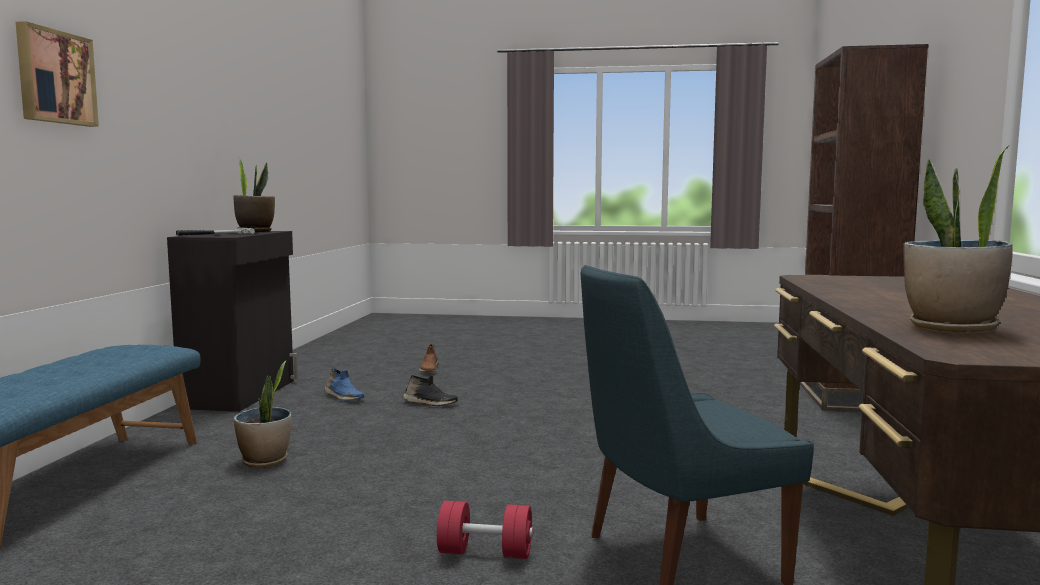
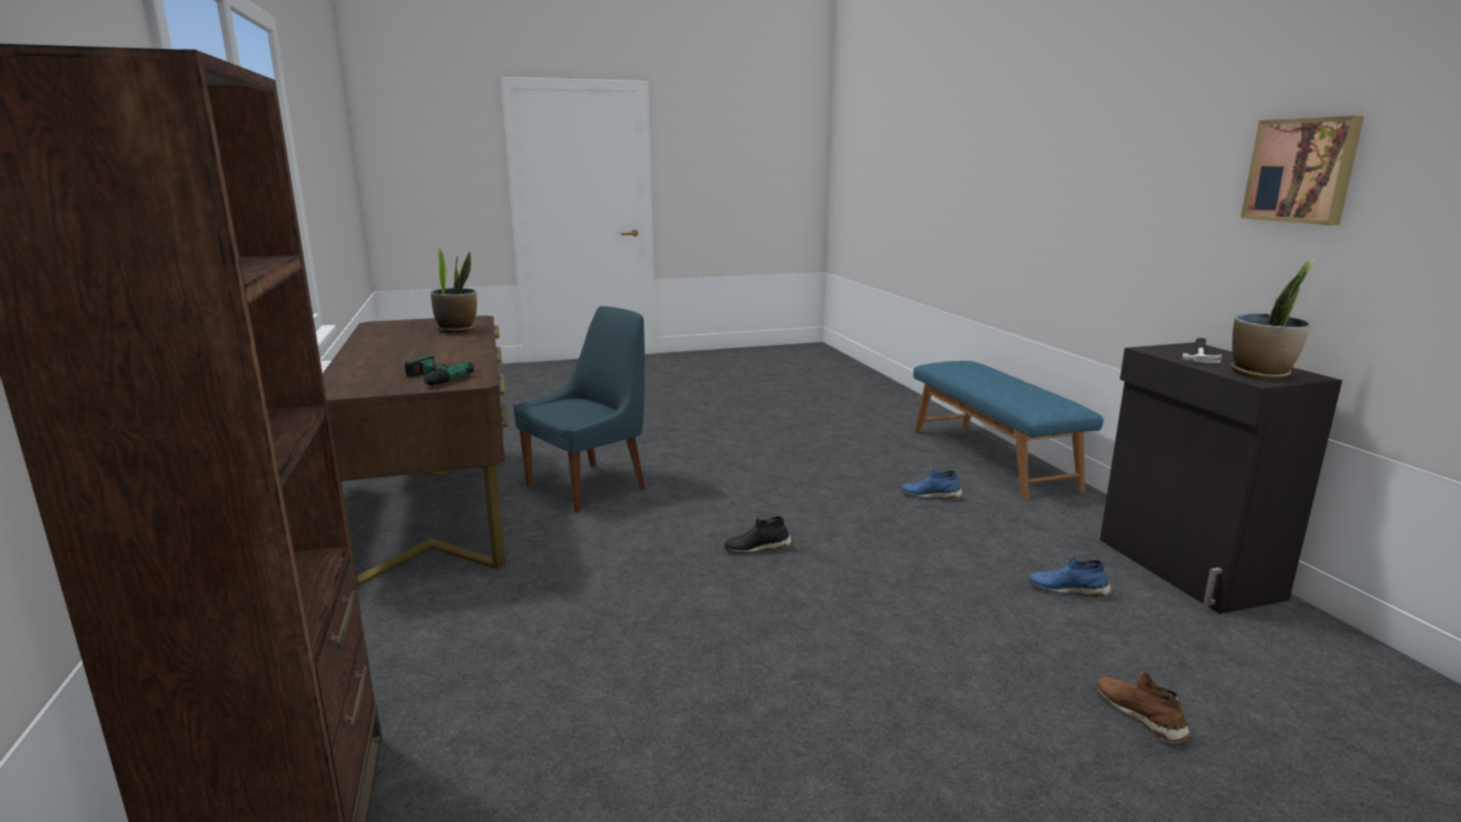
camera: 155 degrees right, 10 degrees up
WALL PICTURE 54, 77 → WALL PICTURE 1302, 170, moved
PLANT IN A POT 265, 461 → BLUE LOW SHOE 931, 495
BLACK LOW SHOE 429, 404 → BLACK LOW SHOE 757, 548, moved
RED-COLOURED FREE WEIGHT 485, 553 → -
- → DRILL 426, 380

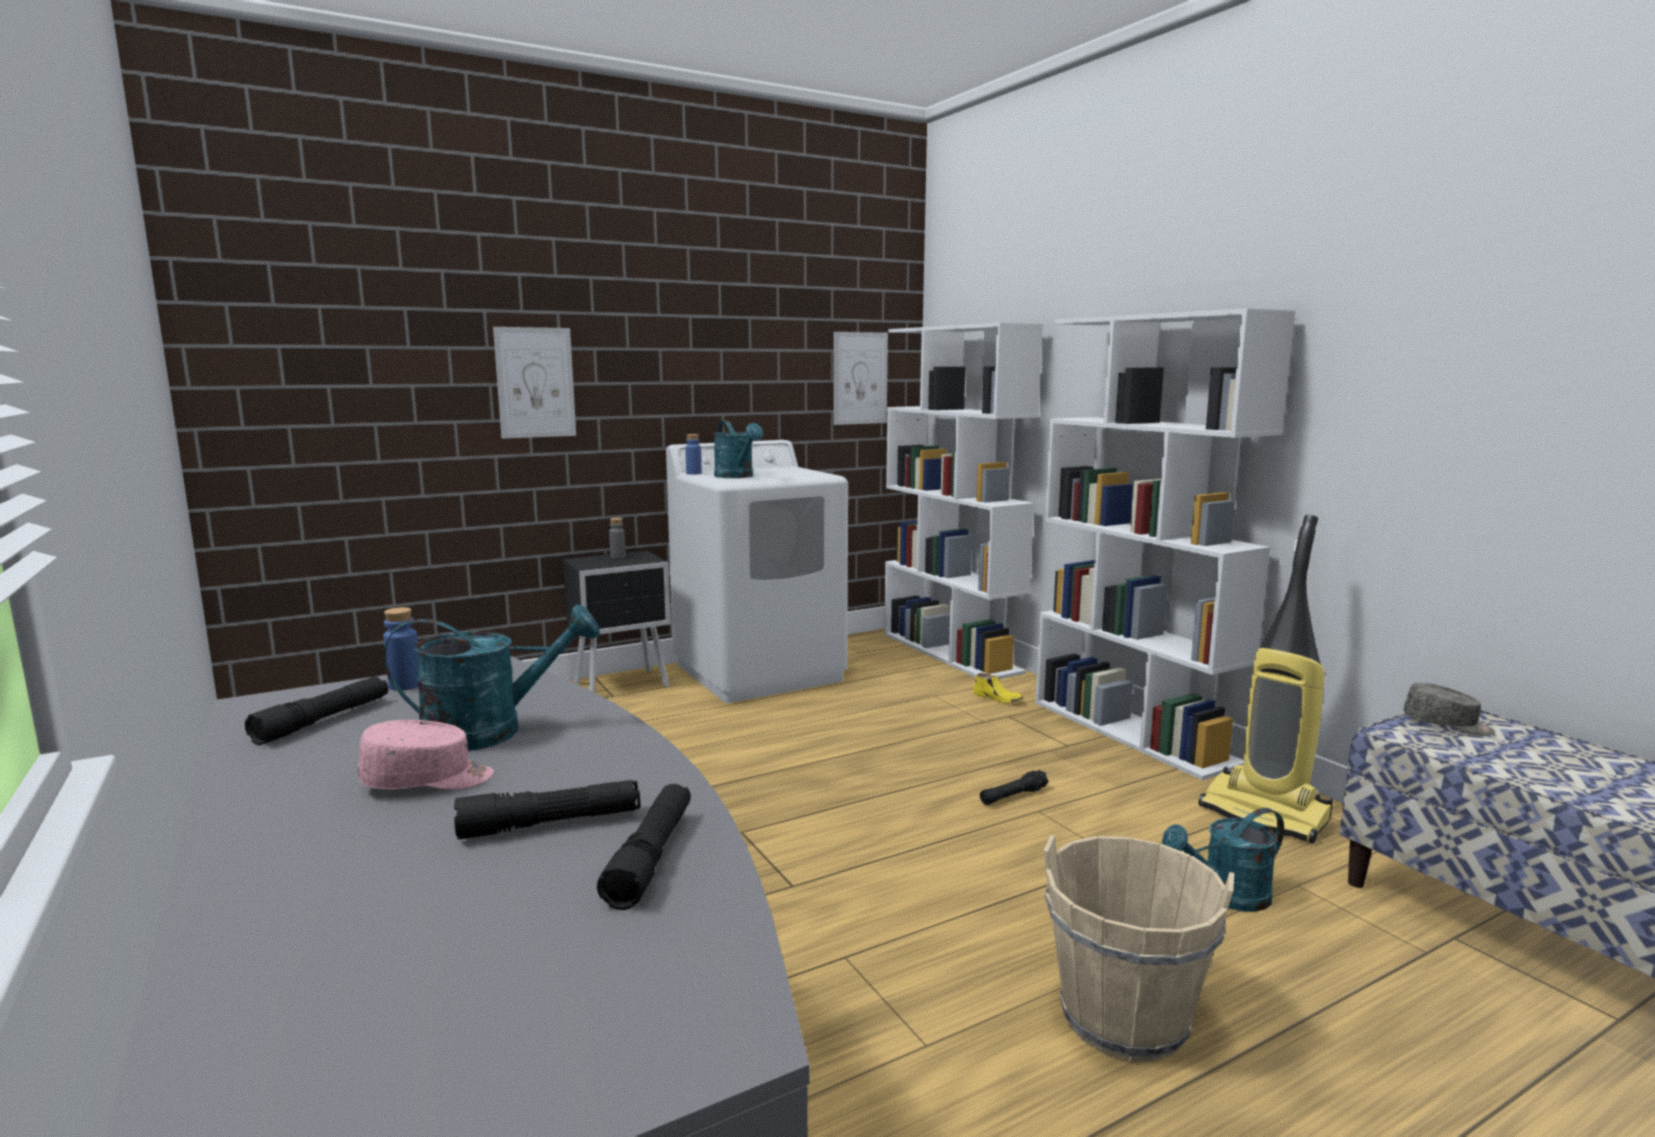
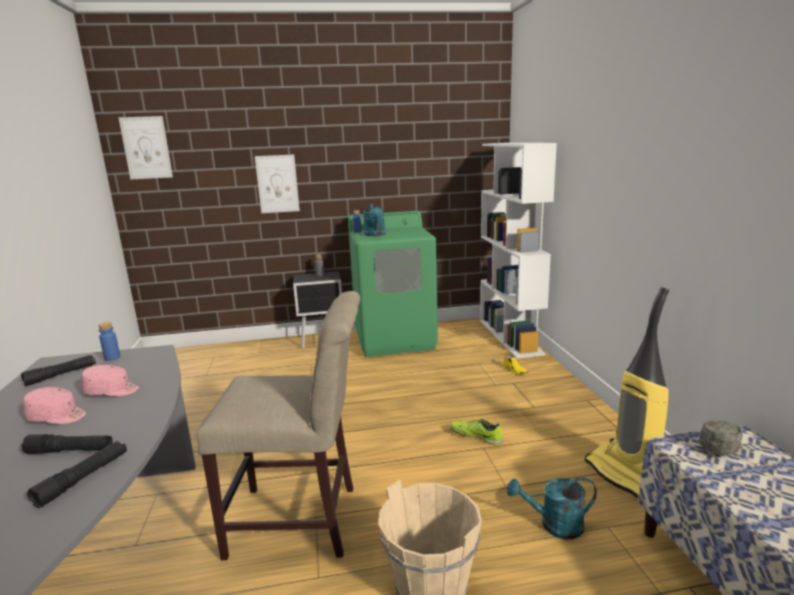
camera: 20 degrees right, 5 degrees up
TURQUOISE-COLOURED WATERING CAN 491, 731 → PINK BASEBALL CAP 112, 391
WHITE-COLOURED WASHING MACHINE 759, 672 → GREEN WASHING MACHINE 395, 339
WALL PICTURE 860, 378 → WALL PICTURE 146, 148, moved
BLACK HAND TORCH 1013, 796 → LOW SHOE 475, 436
WHITE-COLOURED SHELVING UNIT 1134, 732 → -
GREYISH BASEBALL CAP 1447, 725 → GREYISH BASEBALL CAP 721, 445, 90 degrees counterclockwise
- → BEIGE-COLOURED CHAIR 301, 521

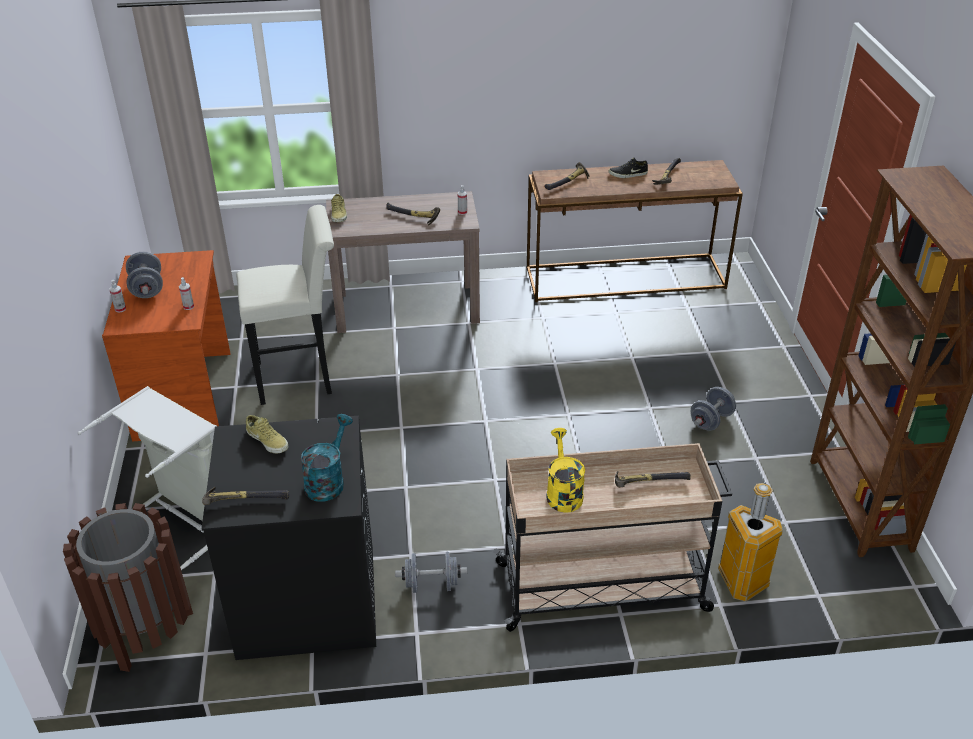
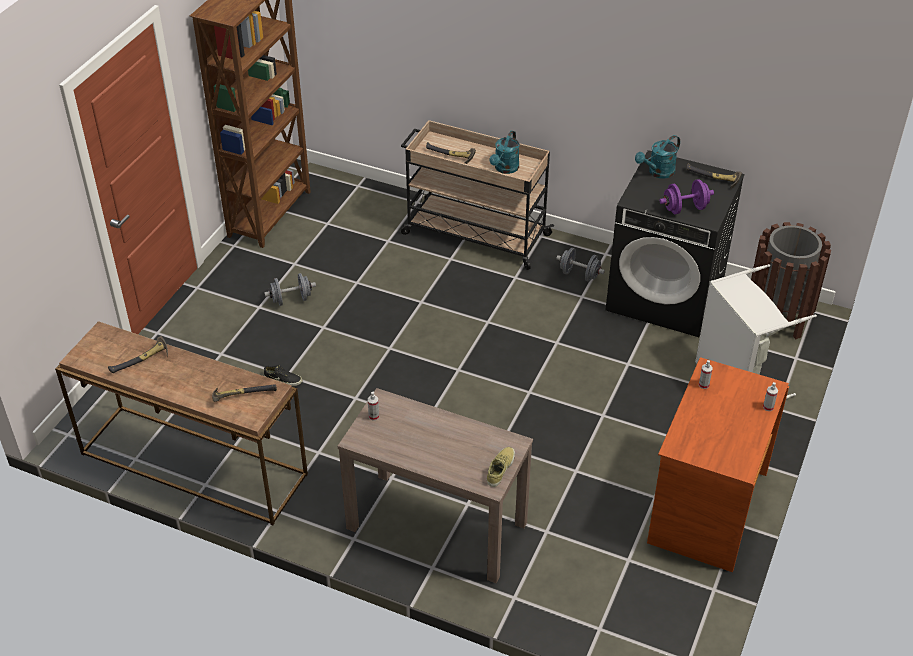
camera: 150 degrees left, 5 degrees up
GREYISH FREE WEIGHT 147, 289 → -
WHITE-COLOURED STOOL 300, 377 → -
BEIGE-COLOURED LOW SHOE 268, 440 → PURPLE-COLOURED FREE WEIGHT 685, 208
HAMMER 413, 217 → -
YELLOW WATERING CAN 563, 492 → TURQUOISE-COLOURED WATERING CAN 505, 169
BLACK LOW SHOE 628, 174 → BLACK LOW SHOE 283, 379, moved
RUBBISH BIN 741, 582 → -

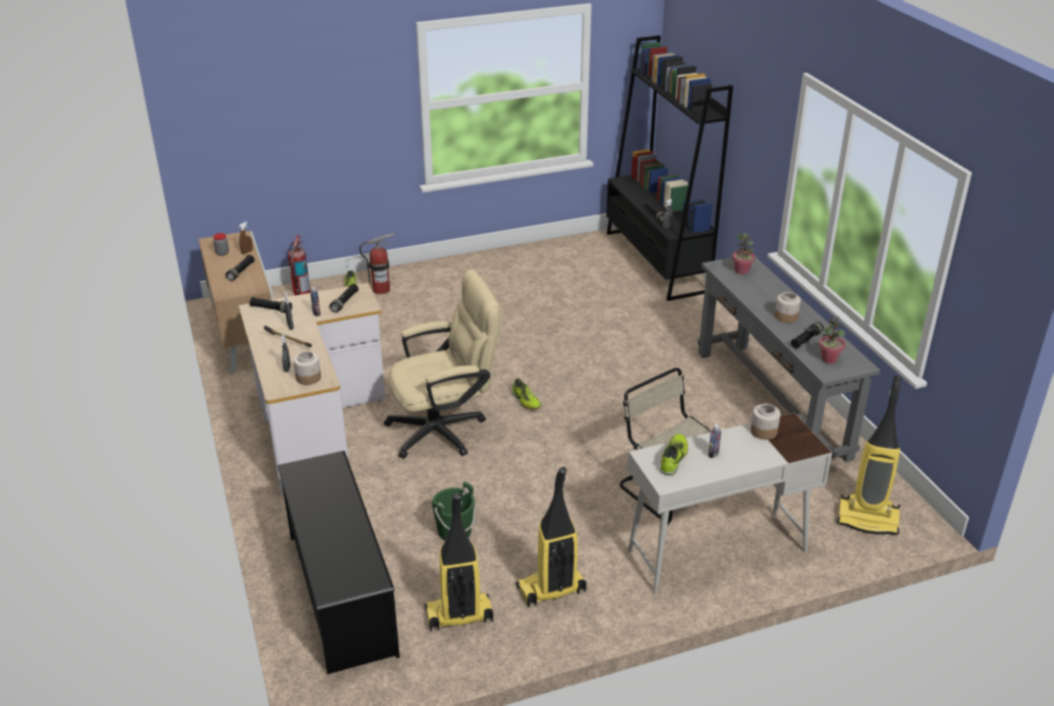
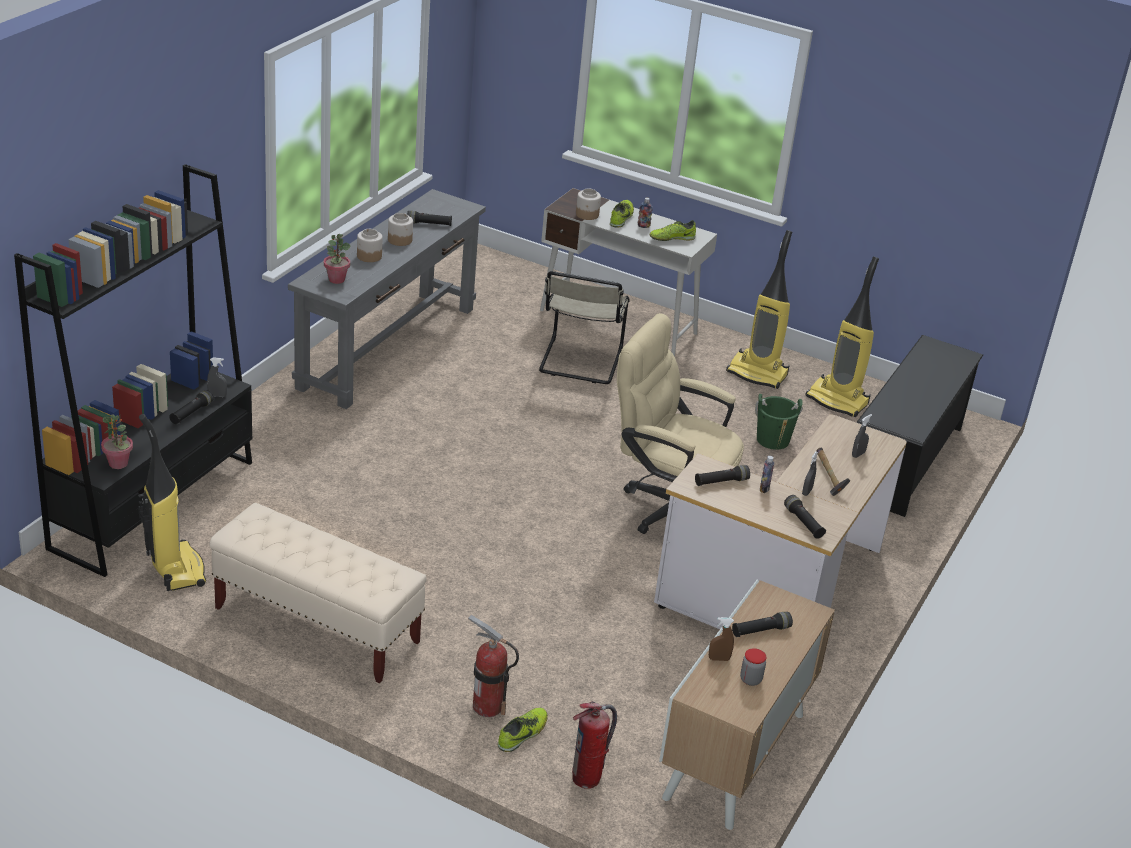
camera: 135 degrees left, 0 degrees up
JAR 309, 378 → JAR 369, 256, moved
LOW SHOE 526, 401 → LOW SHOE 621, 218, moved
PLANT IN A POT 829, 359 → PLANT IN A POT 118, 463, moved
VACUUM 868, 519 → VACUUM 175, 569, moved
- → BEIGE-COLOURED BENCH 316, 625

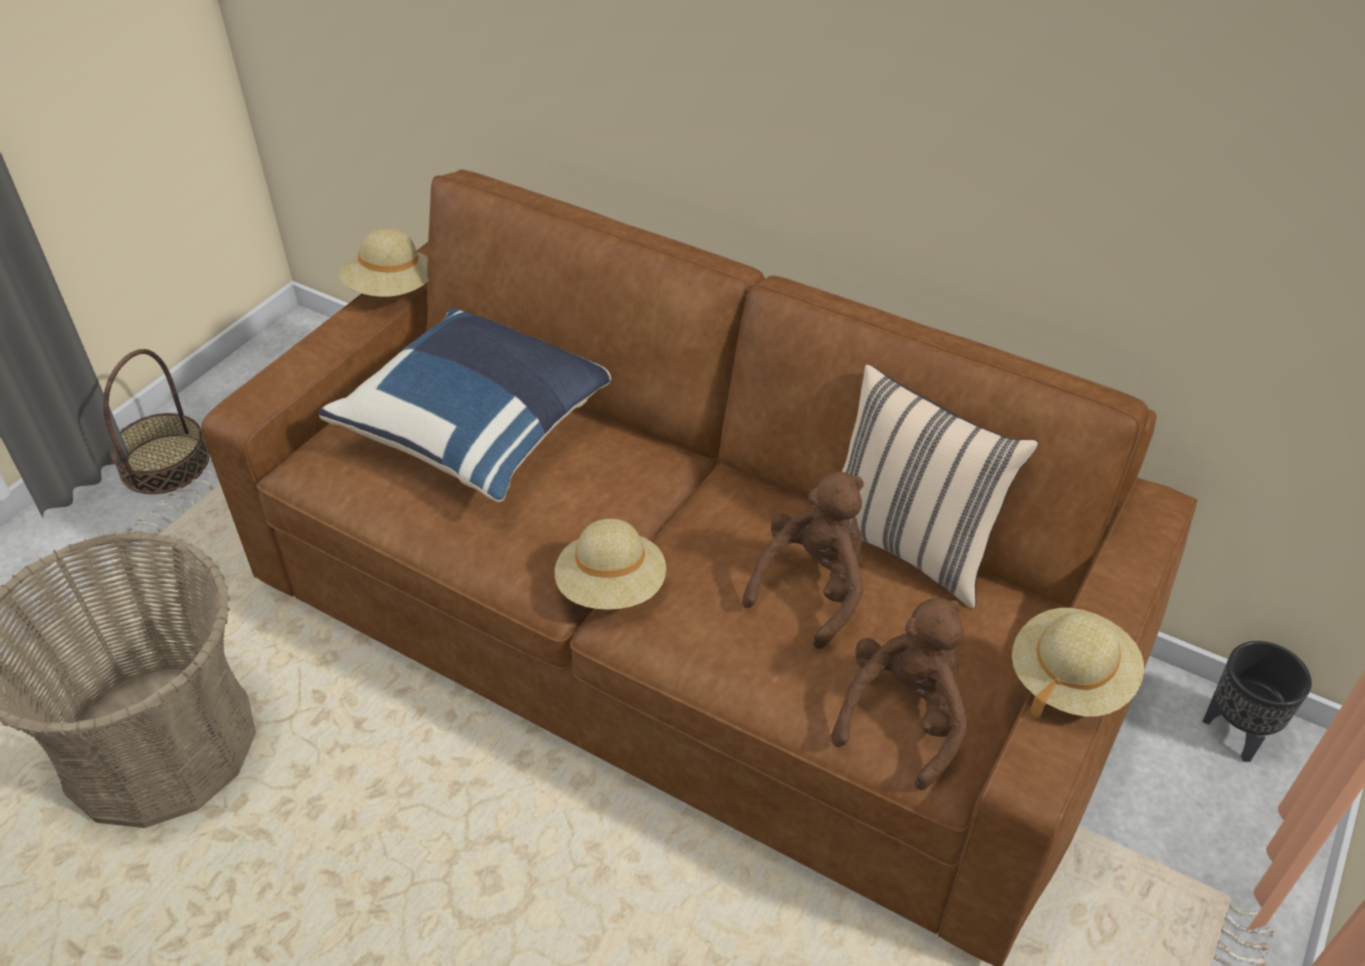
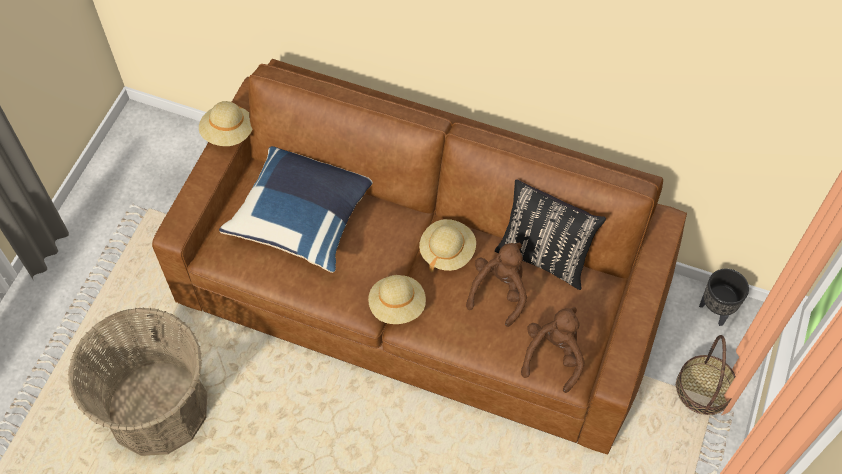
camera: 10 degrees left, 15 degrees up
BASKET 164, 464 → BASKET 703, 388, moved
BEIGE-COLOURED CUSHION 910, 544 → BLACK CUSHION 544, 256
BEIGE-COLOURED HAT 1069, 679 → BEIGE-COLOURED HAT 447, 251, moved

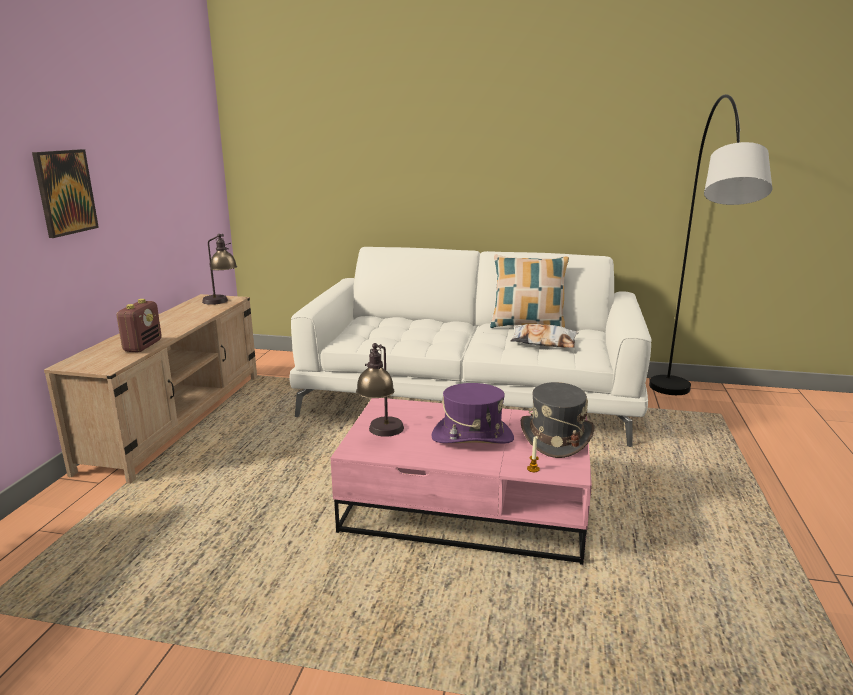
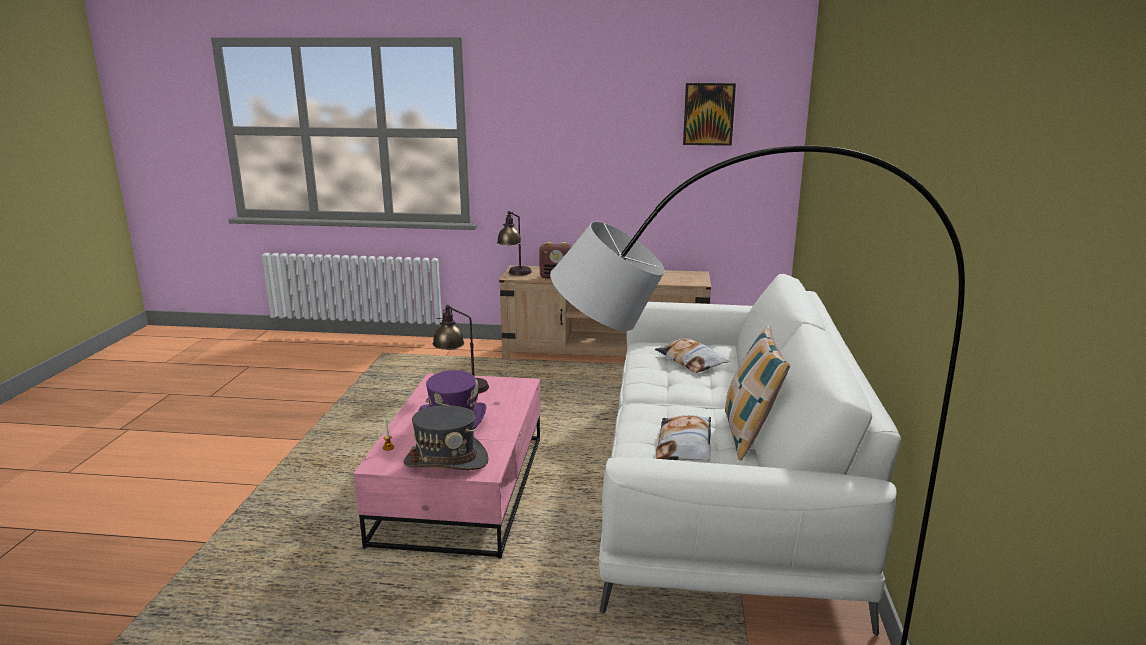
camera: 85 degrees right, 0 degrees up
WALL PICTURE 65, 192 → WALL PICTURE 708, 114, moved
LAMP FOR A TABLE 221, 302 → LAMP FOR A TABLE 515, 274, moved
- → CUSHION 691, 361

